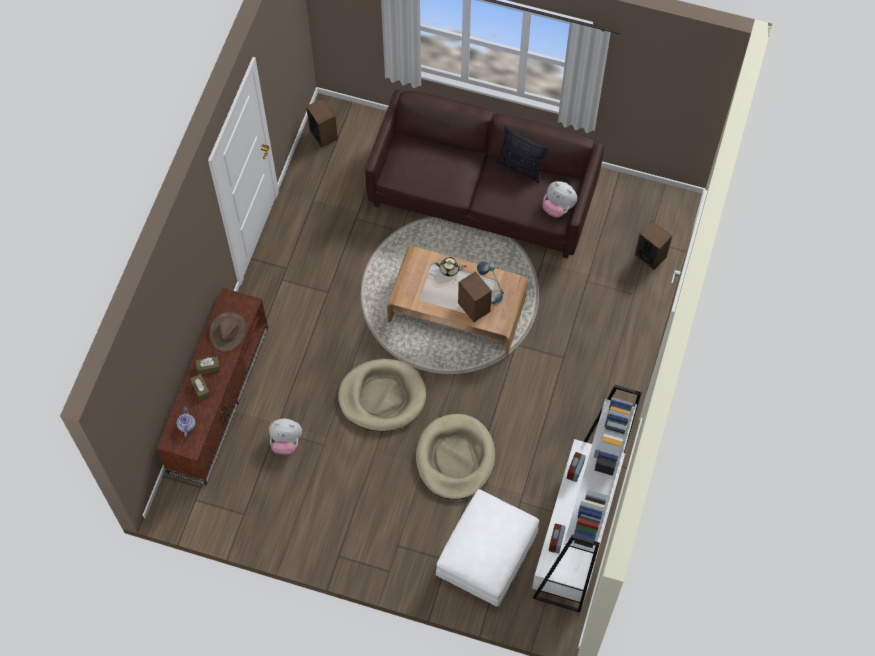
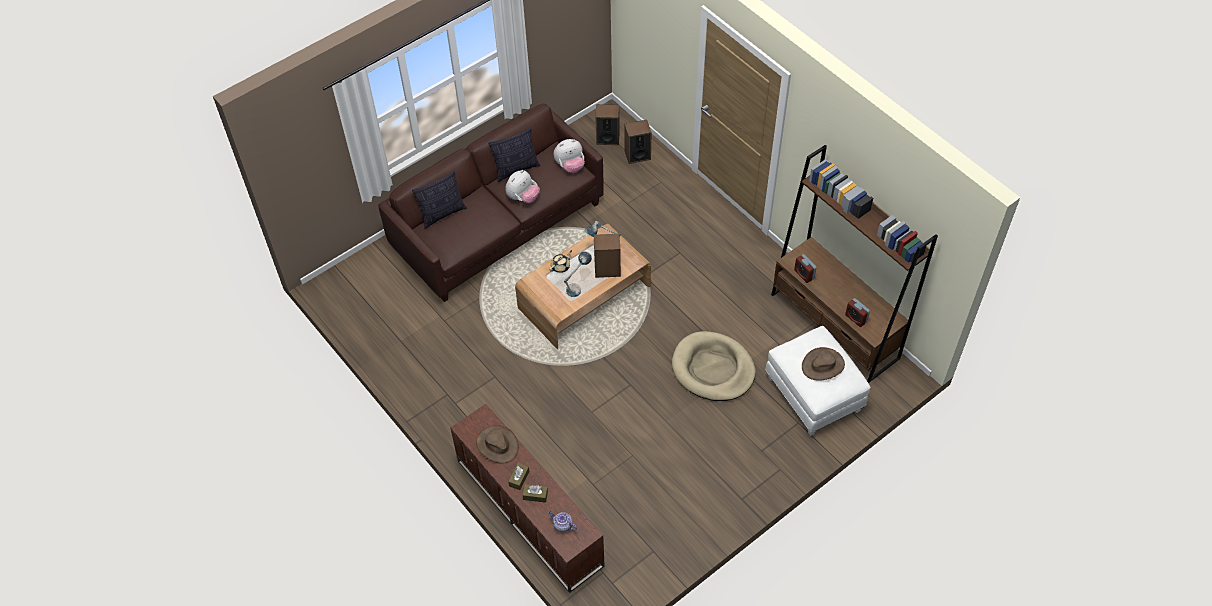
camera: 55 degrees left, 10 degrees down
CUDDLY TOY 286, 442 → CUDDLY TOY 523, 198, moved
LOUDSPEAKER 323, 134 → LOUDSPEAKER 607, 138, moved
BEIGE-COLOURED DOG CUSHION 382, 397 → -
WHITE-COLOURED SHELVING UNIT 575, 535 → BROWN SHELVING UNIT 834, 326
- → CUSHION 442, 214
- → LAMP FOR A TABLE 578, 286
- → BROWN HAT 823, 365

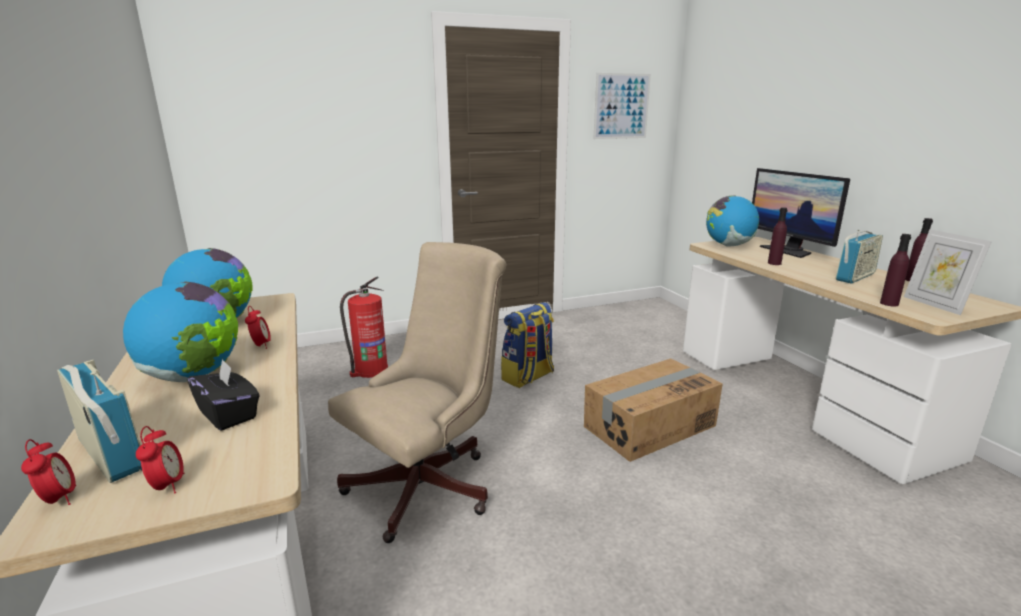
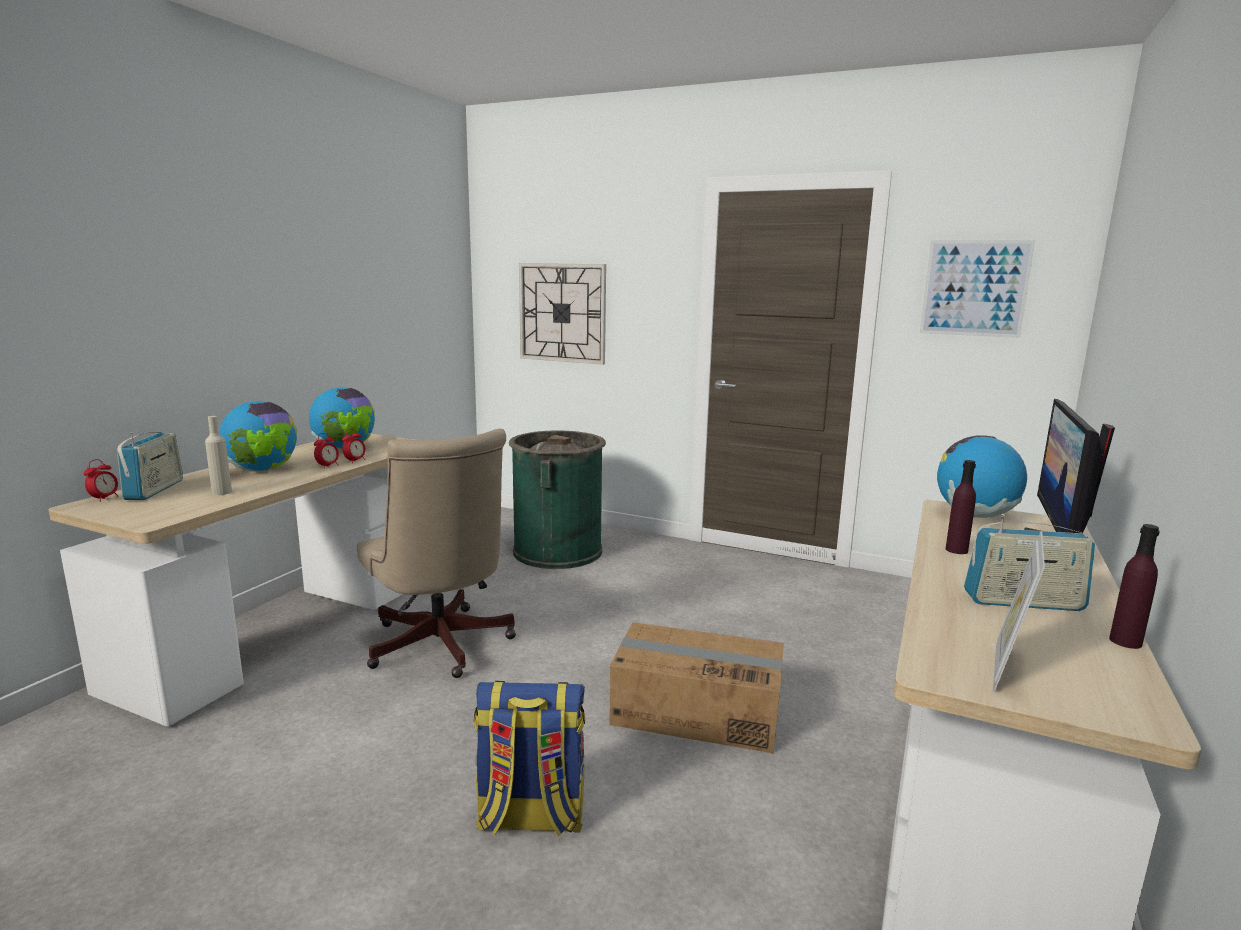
camera: 45 degrees right, 5 degrees down
ALARM CLOCK 168, 486 → ALARM CLOCK 355, 461, moved
BLACK TISSUE HOLDER 229, 414 → BEIGE-COLOURED DRINK BOTTLE 222, 492
BEIGE-COLOURED DESK CHAIR 429, 484 → BEIGE-COLOURED DESK CHAIR 440, 648, 60 degrees clockwise
FIRE EXTINGUISHER 370, 370 → GREEN RUBBISH BIN 558, 551
KNAPSACK 528, 377 → KNAPSACK 530, 817, moved
PURPLE-COLOURED DRINK BOTTLE 889, 303 → -
- → CLOCK ON THE WALL 562, 313

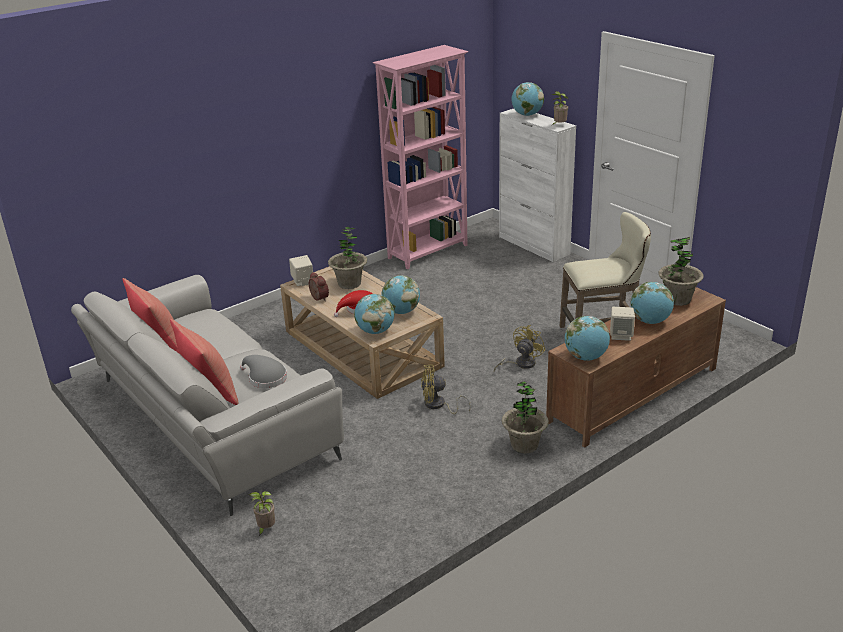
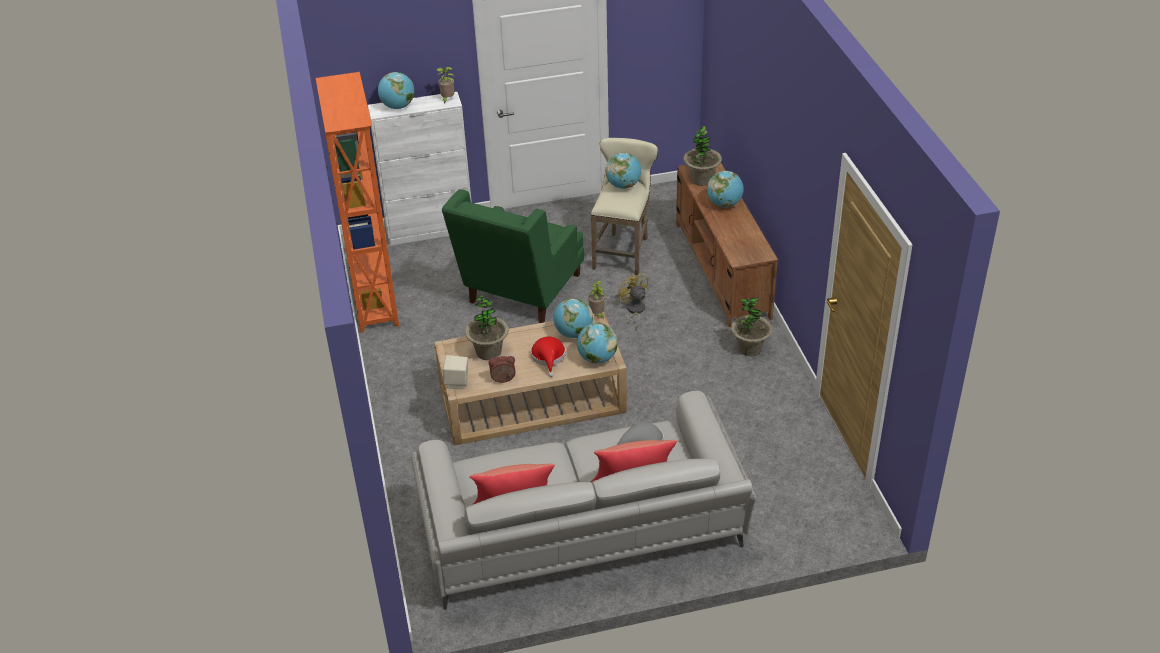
camera: 65 degrees left, 10 degrees up
PLANT IN A POT 266, 529 → PLANT IN A POT 597, 314, moved
PINK SHELVING UNIT 429, 252 → ORANGE-COLOURED SHELVING UNIT 375, 300
YELLOW FAN 438, 405 → -
GLOBE 586, 357 → GLOBE 623, 185, moved
BEIGE-COLOURED LOUDSPEAKER 621, 335 → -
- → GREEN EASY CHAIR 520, 294

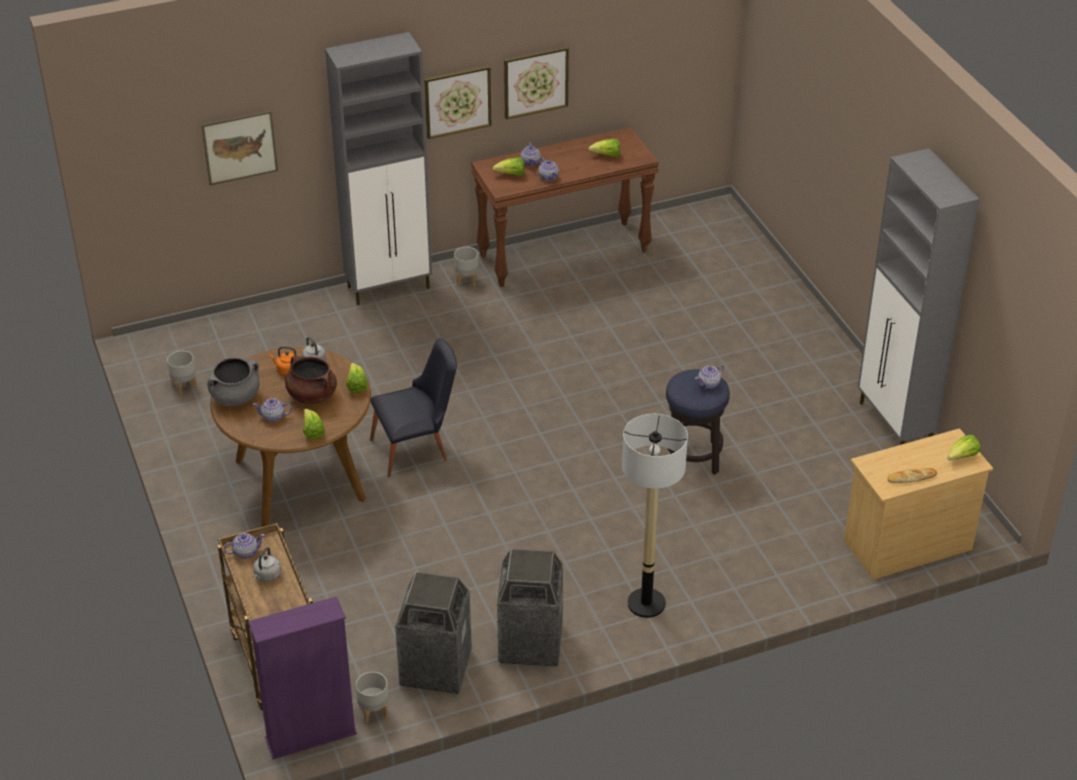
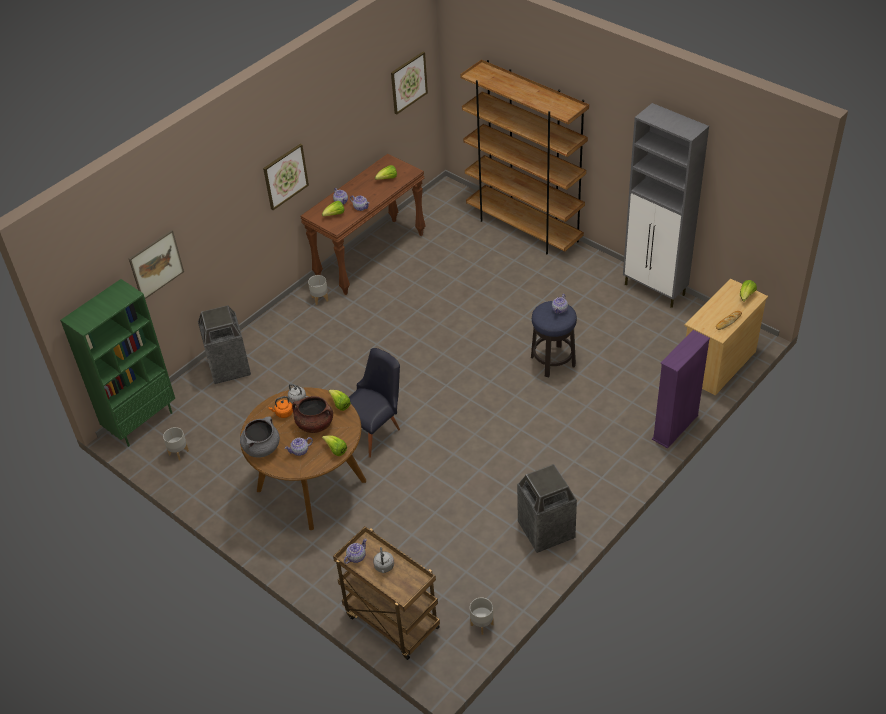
camera: 25 degrees left, 5 degrees up
PURPLE-COLOURED SHELVING UNIT 311, 736 → PURPLE-COLOURED SHELVING UNIT 675, 427, moved
GREYISH CABINET 390, 287 → -
RUBBISH BIN 435, 668 → RUBBISH BIN 229, 367, moved
WALL PICTURE 535, 82 → WALL PICTURE 408, 82, moved
STANDING LAMP 646, 603 → -
- → GREEN SHELVING UNIT 142, 422
- → BROWN SHELVING UNIT 524, 228

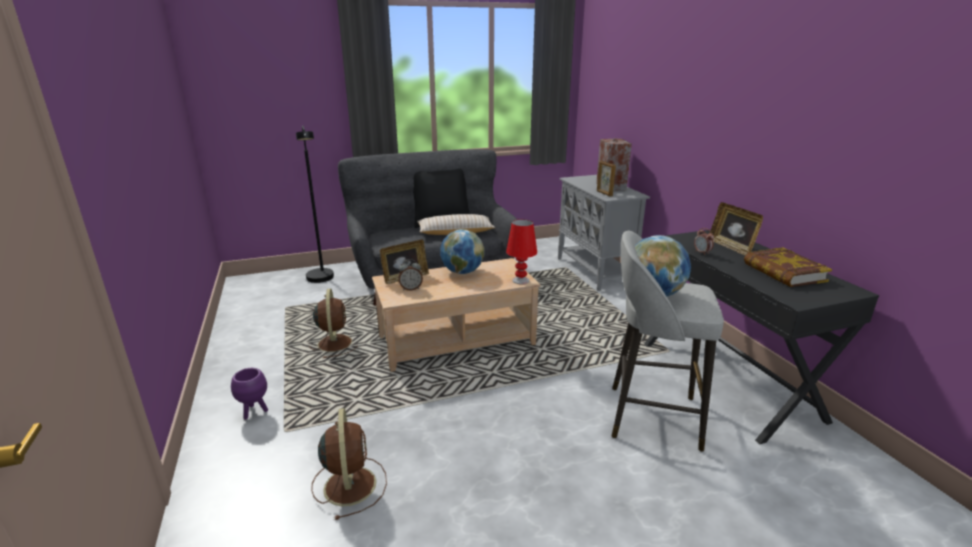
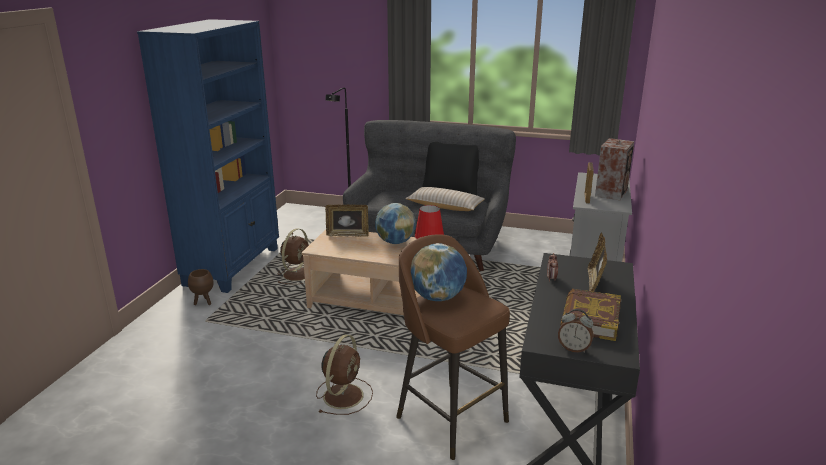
camera: 35 degrees right, 0 degrees up
PURPLE-COLOURED PLANTER 255, 411 → BROWN PLANTER 204, 302
BROWN FAN 350, 484 → BROWN FAN 344, 395, moved
ALARM CLOCK 411, 288 → ALARM CLOCK 574, 348, moved
GREYISH STOOL 650, 416 → BROWN STOOL 449, 417
- → BLUE SHELVING UNIT 233, 266

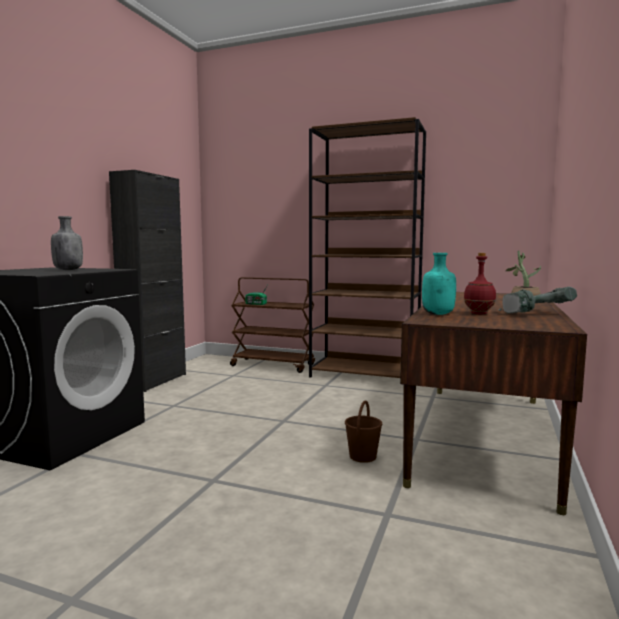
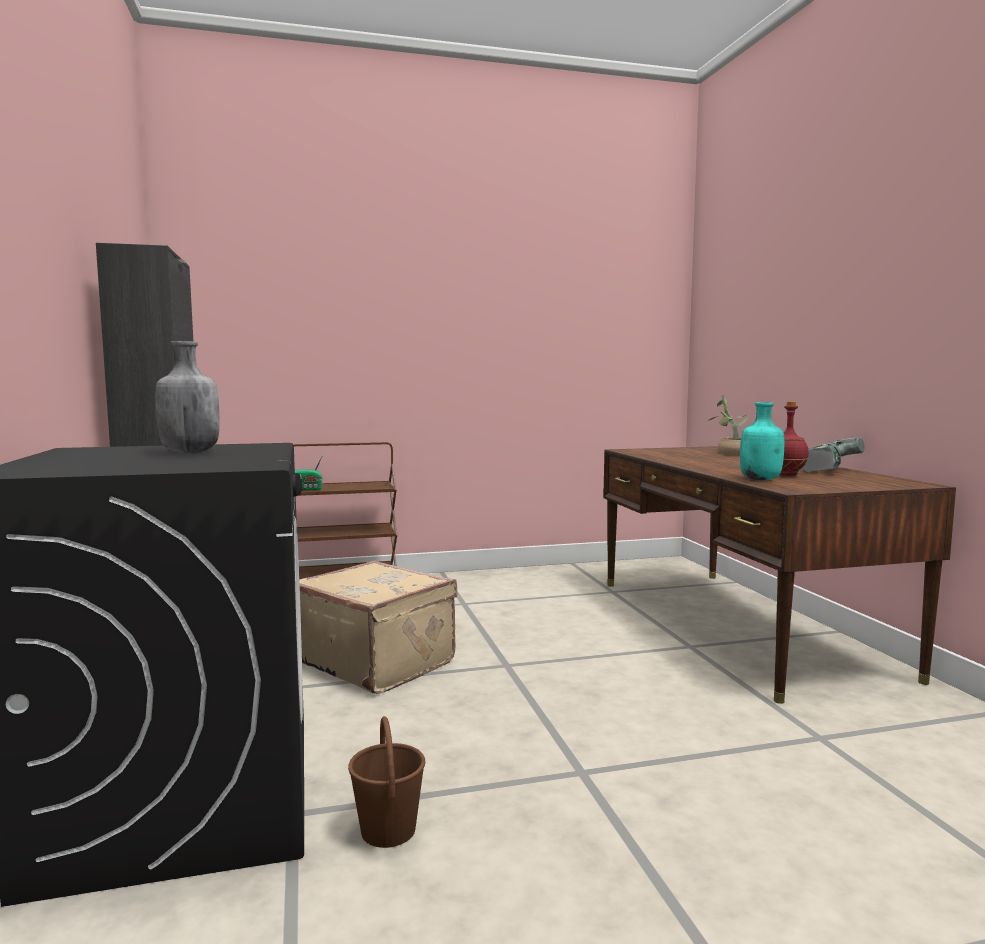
camera: 35 degrees left, 0 degrees up
BROWN SHELVING UNIT 365, 375 → -
BROWN PAIL 363, 456 → BROWN PAIL 388, 830, moved
- → BEIGE-COLOURED PIECE OF LUGGAGE 377, 662

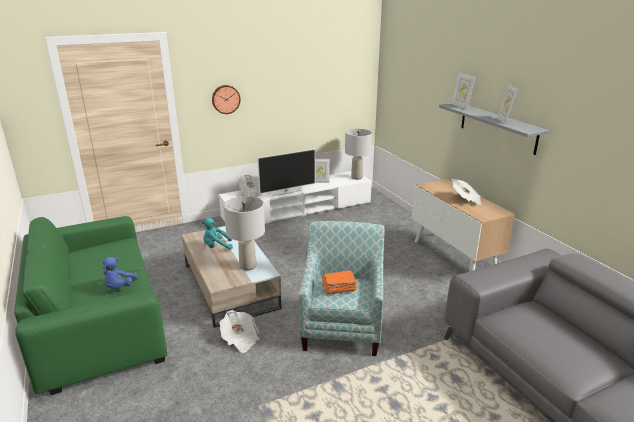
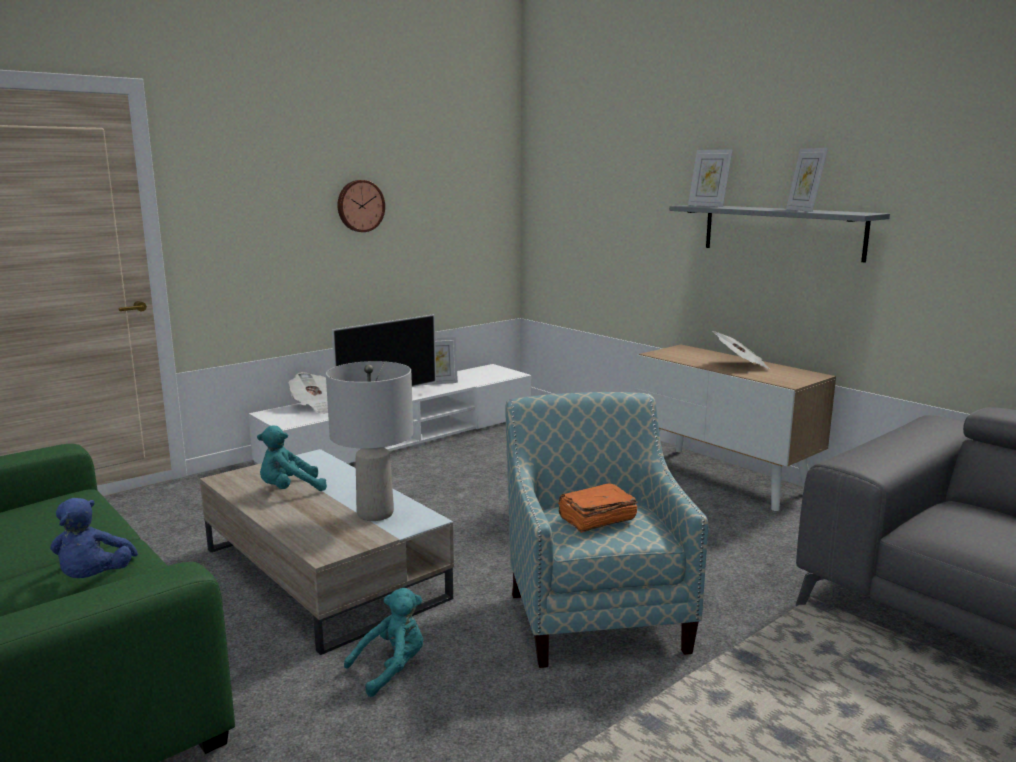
camera: 15 degrees left, 10 degrees down
CLOCK ON THE WALL 225, 99 → CLOCK ON THE WALL 360, 206, moved
DAILY PAPER 240, 339 → TURQUOISE-COLOURED CUDDLY TOY 391, 669
GREYISH LAMP FOR A TABLE 356, 177 → -

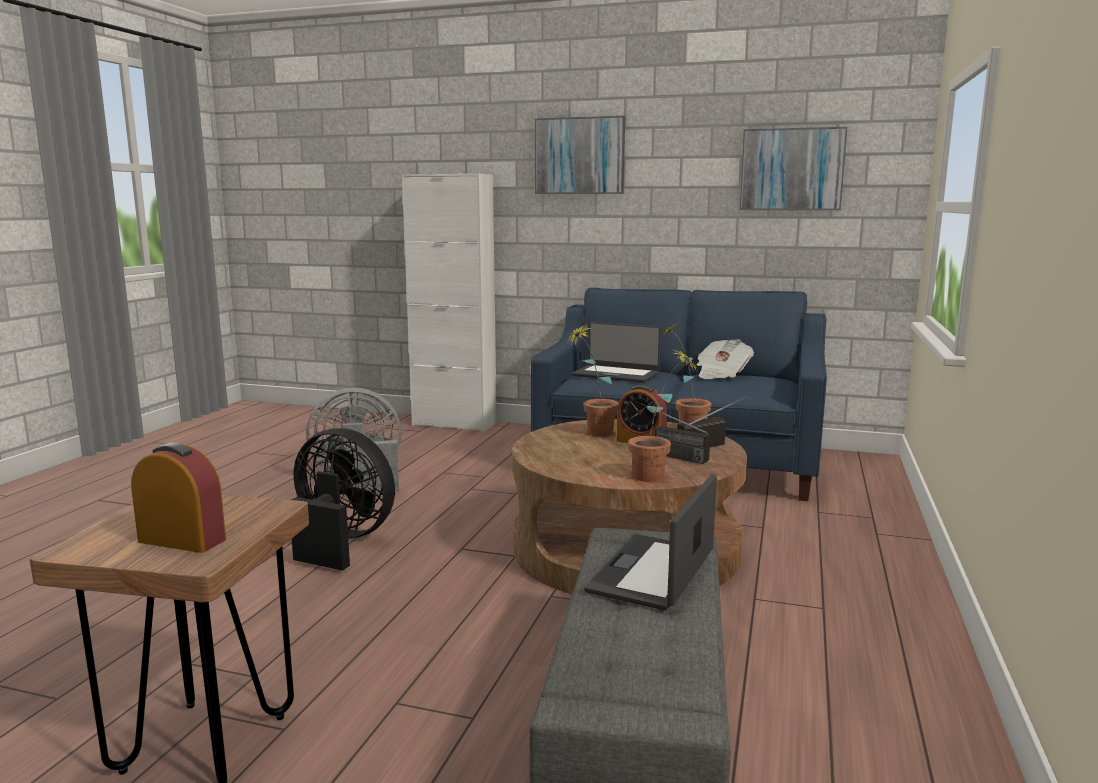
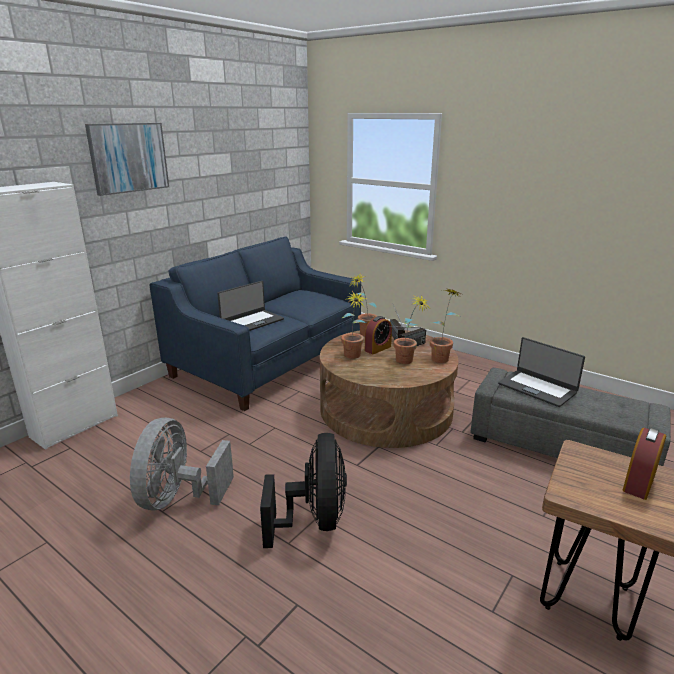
camera: 70 degrees left, 10 degrees up
BLACK FAN 340, 542 → BLACK FAN 314, 520, 135 degrees clockwise
DAILY PAPER 721, 374 → -
WALL PICTURE 791, 169 → -
- → PLANT IN A POT 408, 362

